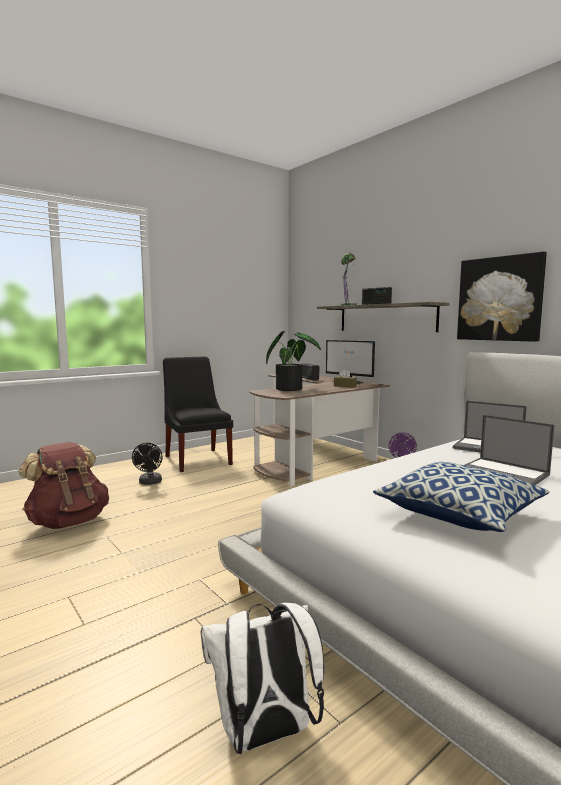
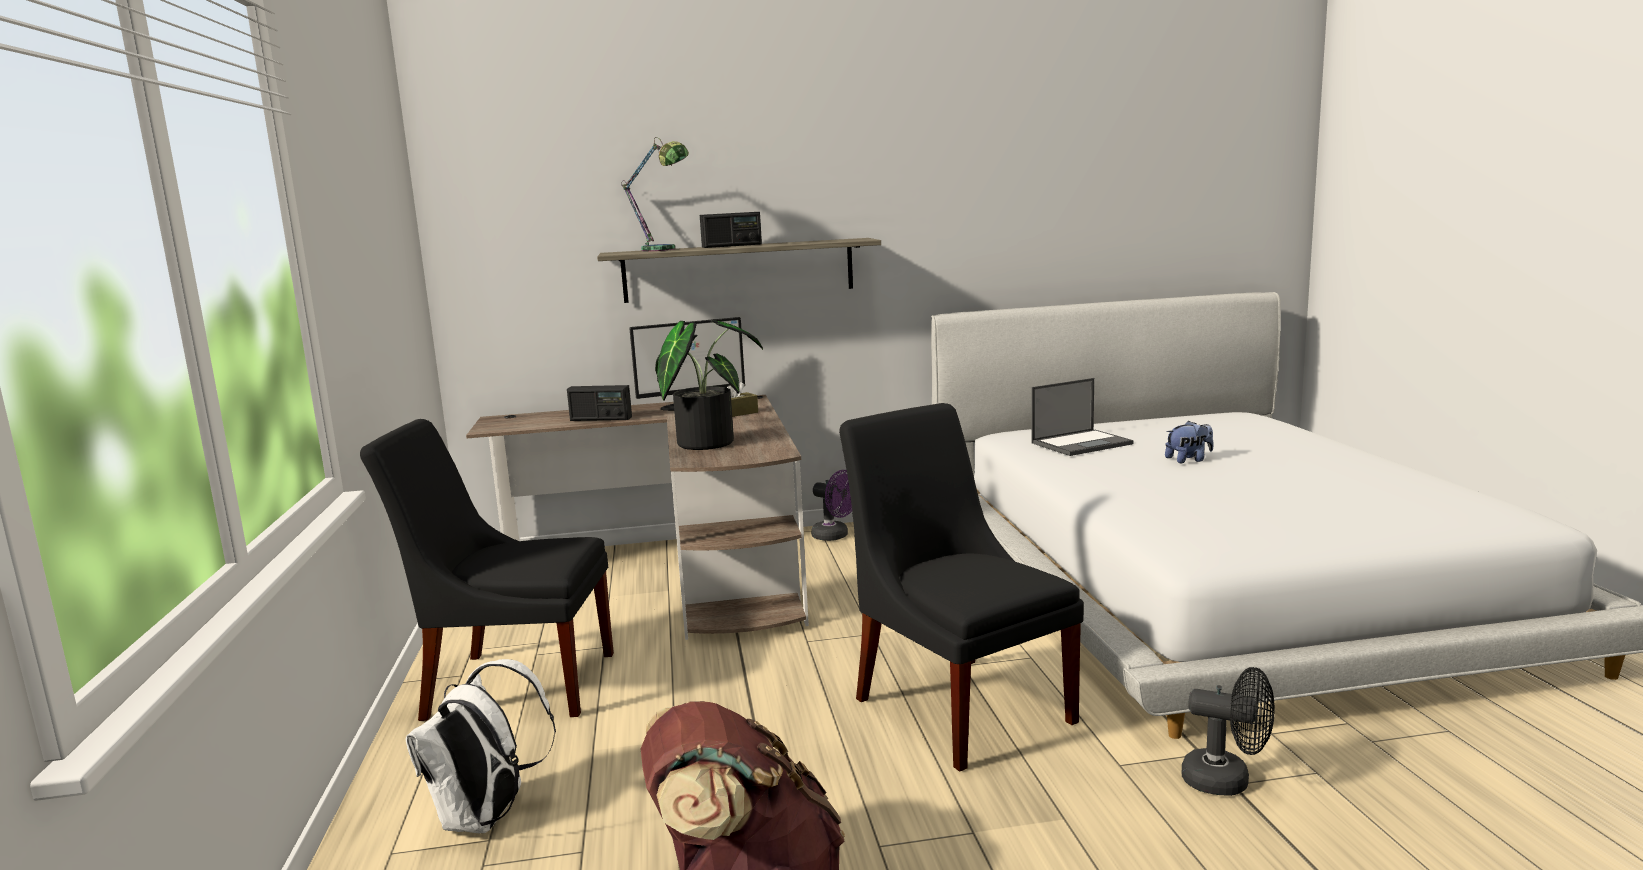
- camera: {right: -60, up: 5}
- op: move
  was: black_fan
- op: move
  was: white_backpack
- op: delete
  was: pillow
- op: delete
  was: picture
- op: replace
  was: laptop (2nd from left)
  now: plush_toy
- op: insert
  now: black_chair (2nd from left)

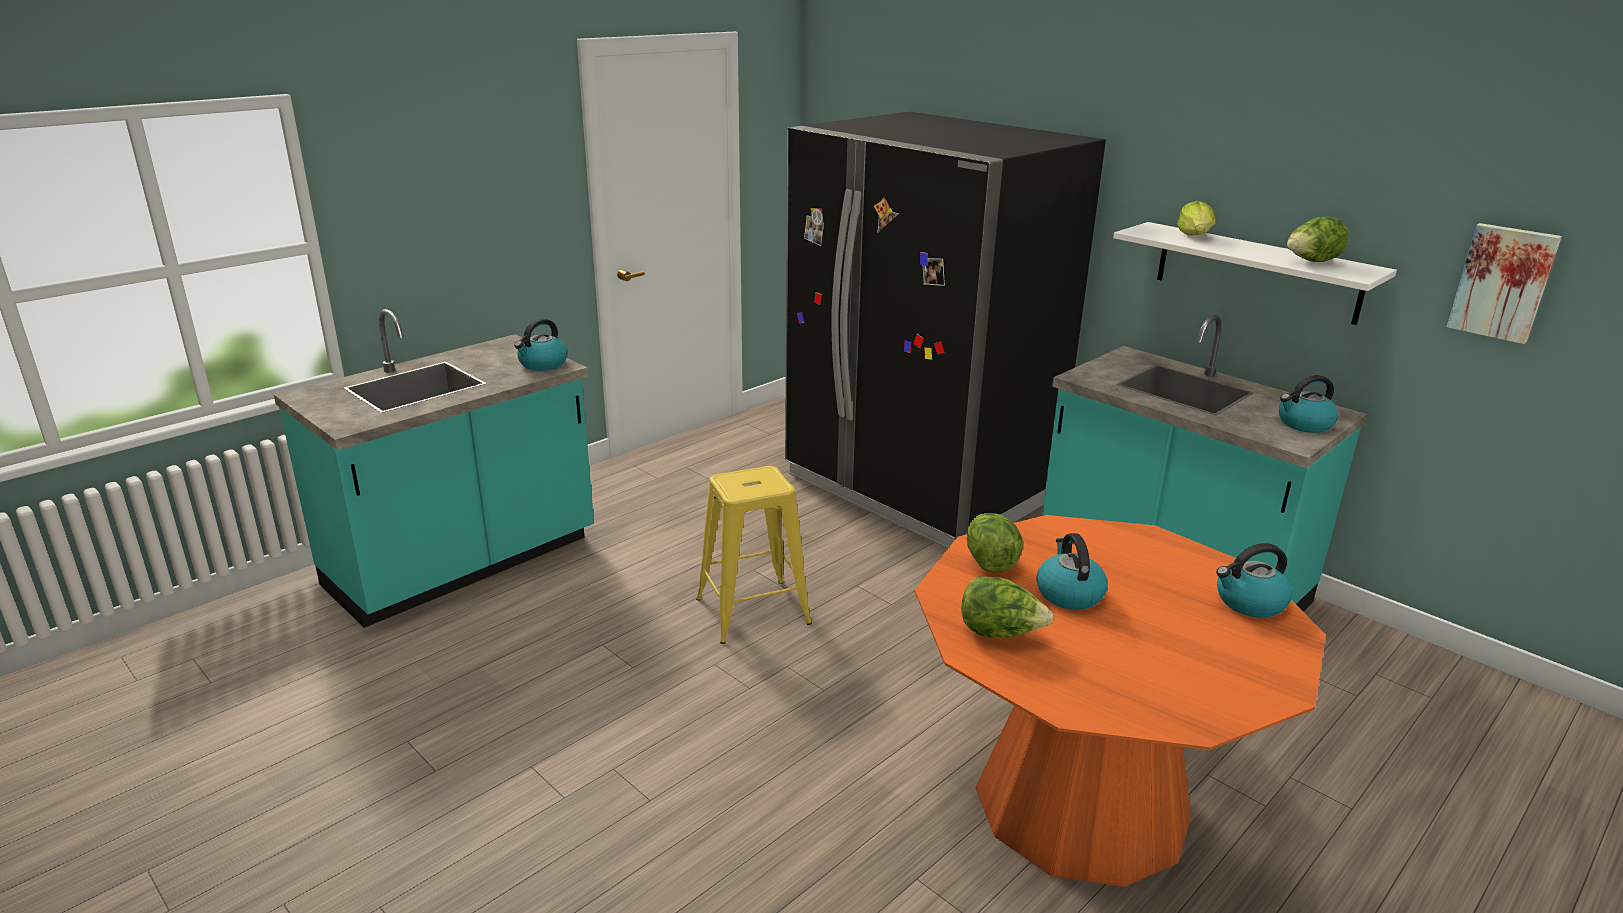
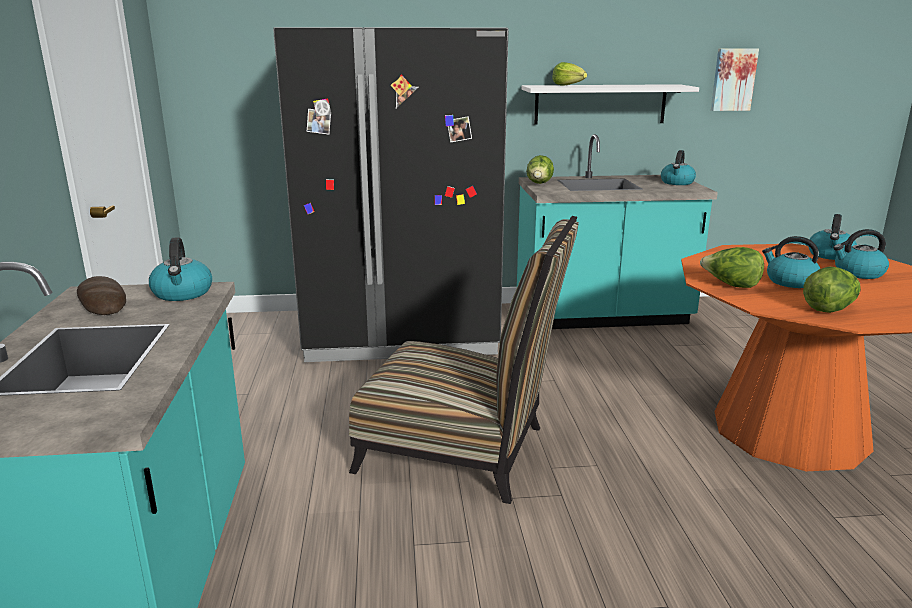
- camera: {right: -50, up: -5}
- op: replace
  was: yellow_stool
  now: chair
- op: move
  was: lettuce (4th from left in the first image)
  now: lettuce (1st from left)
- op: insert
  now: bread
- op: insert
  now: kettle (5th from left)

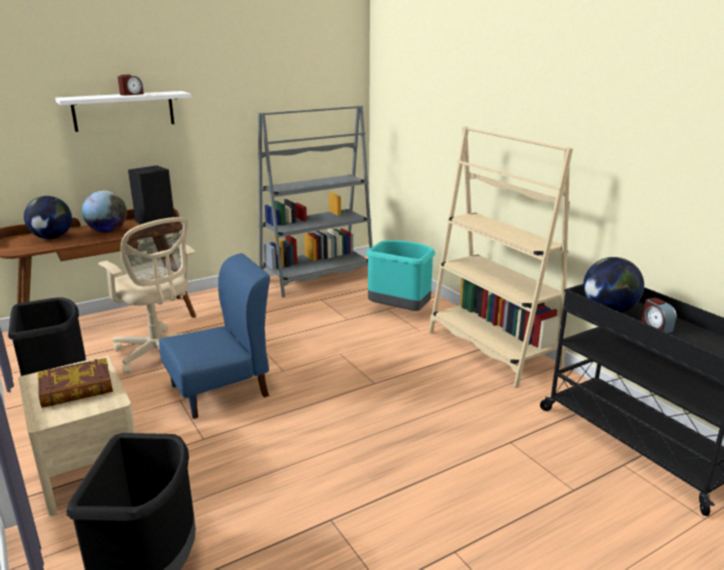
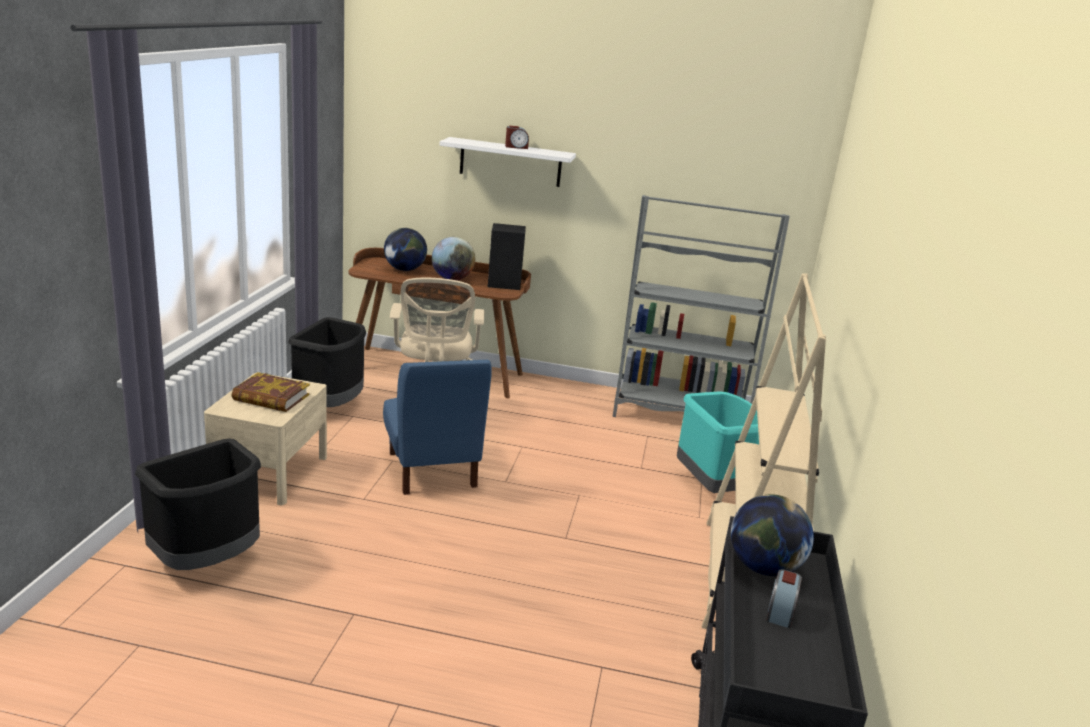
- camera: {right: 40, up: 0}
- op: rotate
  was: blue_chair
  clockwise: 60

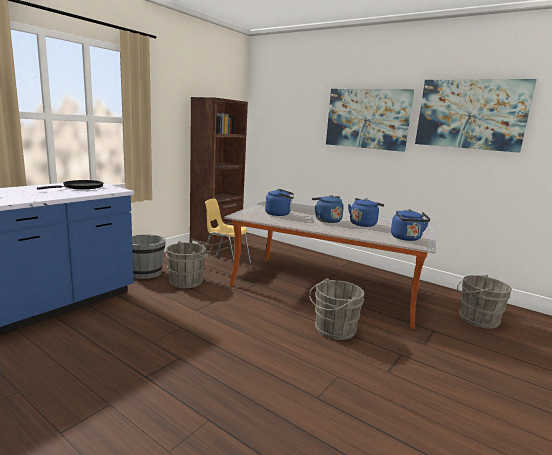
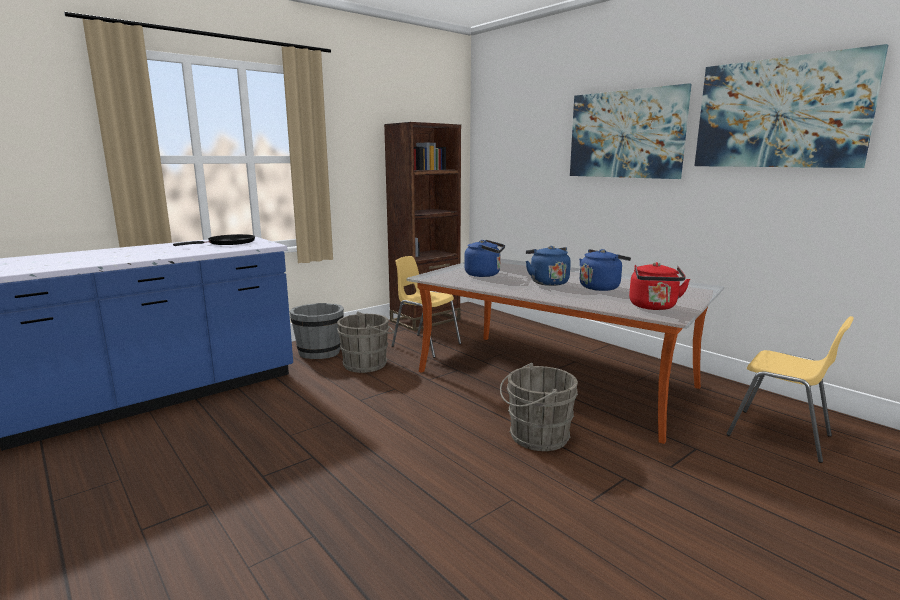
- camera: {right: 15, up: 0}
- op: recolor
  was: blue_kettle (4th from left)
  now: red_kettle
- op: replace
  was: grey_bucket (4th from left)
  now: yellow_chair (2nd from left)

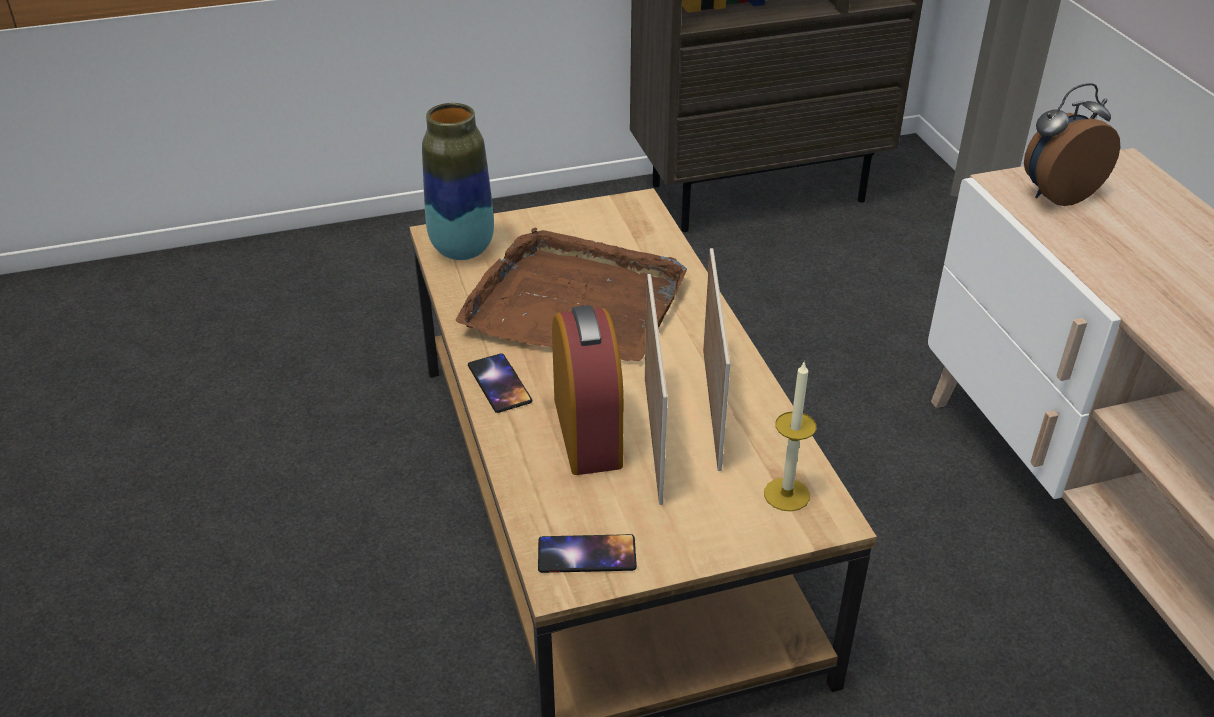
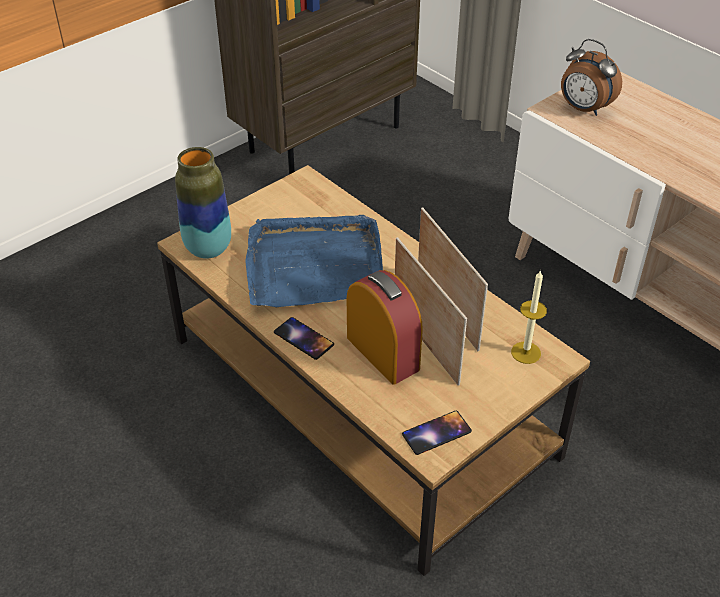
- camera: {right: -25, up: 5}
- op: recolor
  was: brown_tray
  now: blue_tray
- op: rotate
  was: alarm_clock (2nd from left)
  clockwise: -90

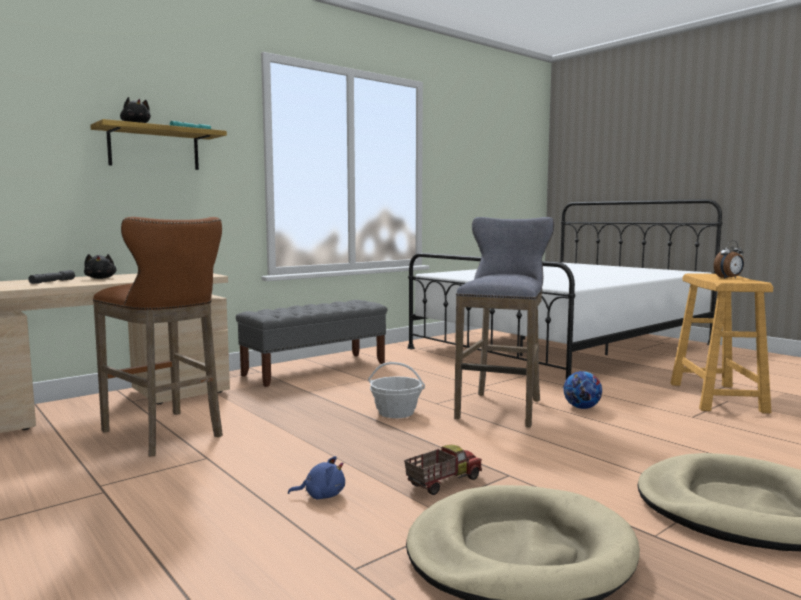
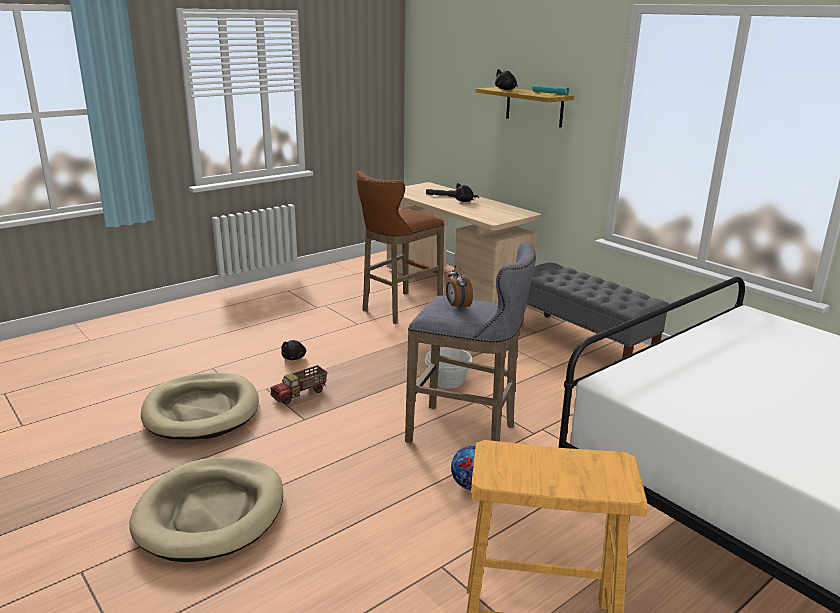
- camera: {right: 90, up: 15}
- op: recolor
  was: blue_plush_toy
  now: black_plush_toy (1st from left)
- op: rotate
  was: toy_truck
  clockwise: 90
- op: move
  was: alarm_clock

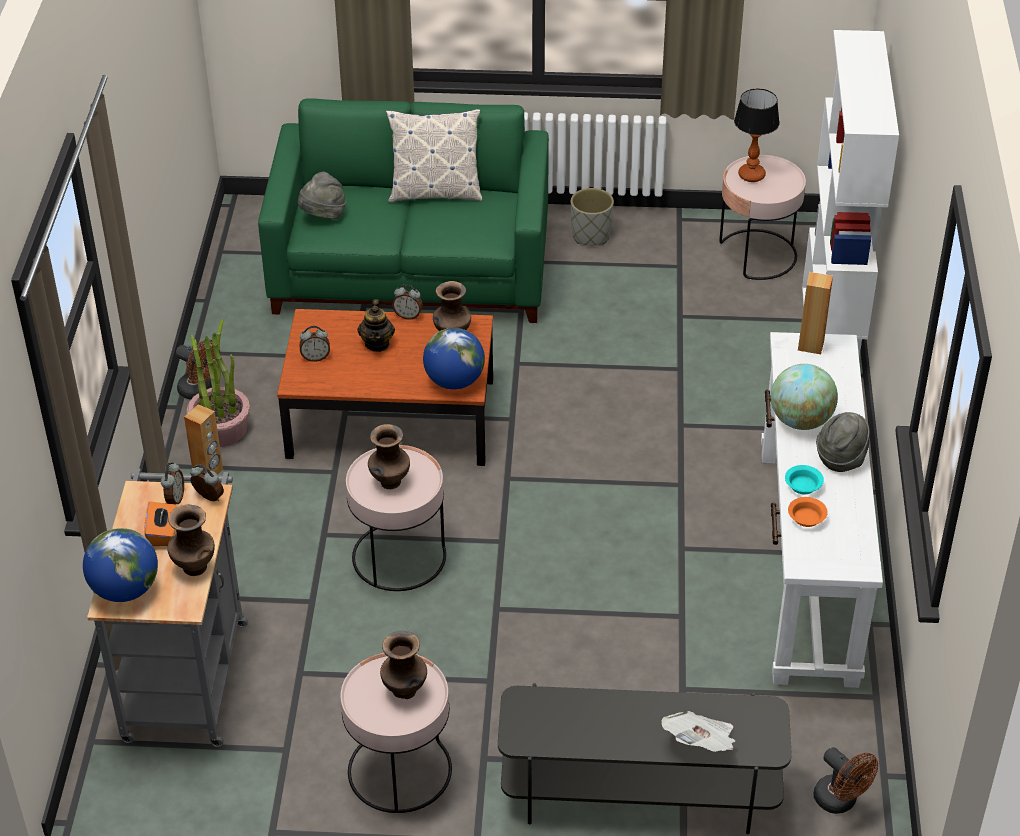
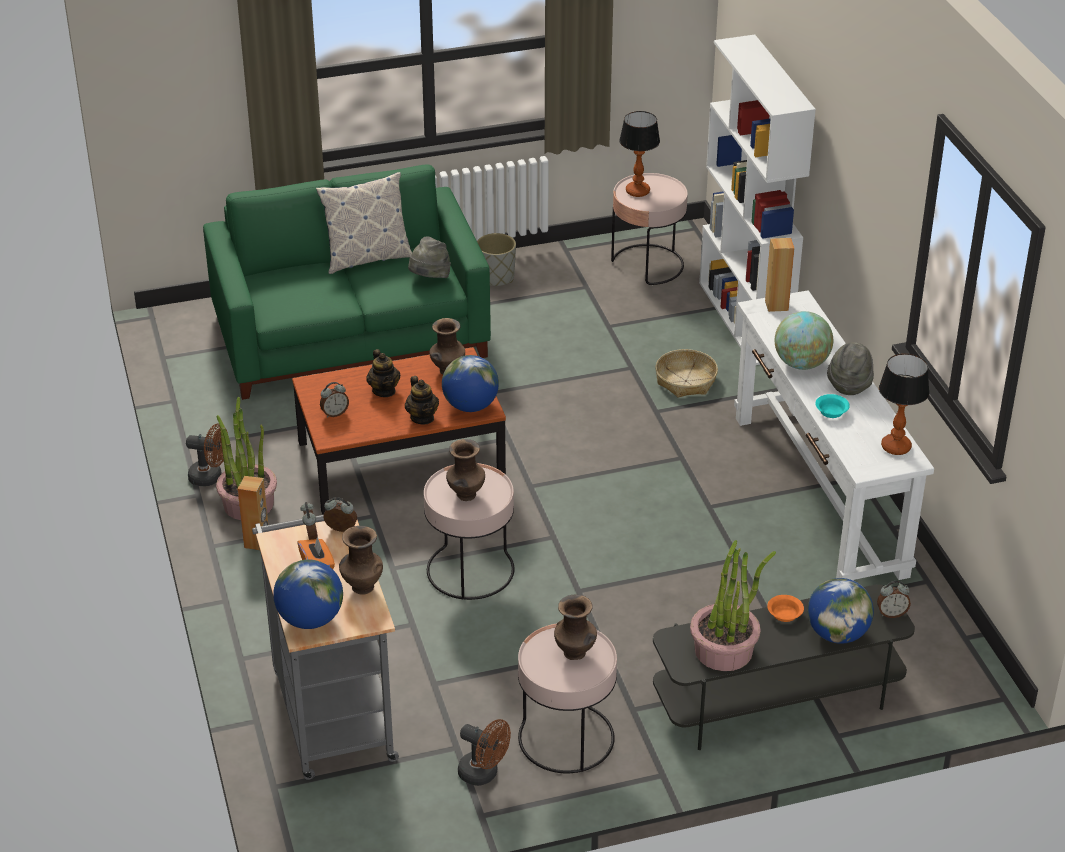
- camera: {right: -20, up: -5}
- op: move
  was: grey_hat (1st from left)
- op: move
  was: alarm_clock (4th from left)
- op: replace
  was: newspaper
  now: globe (4th from left)
- op: move
  was: orange_bowl
- op: move
  was: brown_fan (2nd from left)
- op: insert
  now: teapot (2nd from left)
- op: insert
  now: basket
- op: insert
  now: potted_plant (2nd from left)
- op: insert
  now: table_lamp (2nd from left)

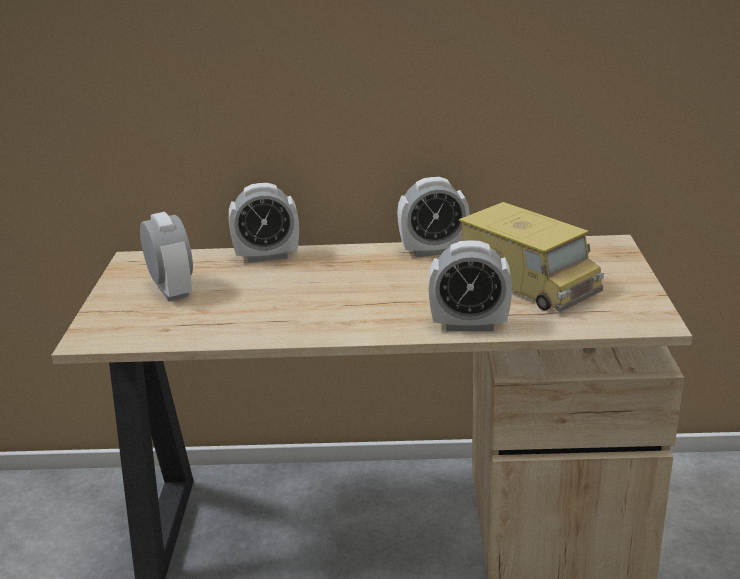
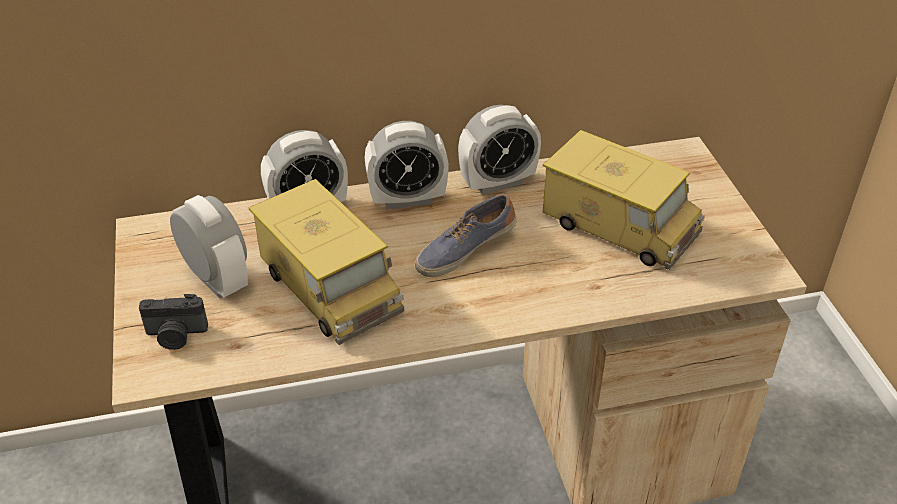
- camera: {right: -15, up: 15}
- op: move
  was: alarm_clock (4th from left in the first image)
  now: alarm_clock (3rd from left)
- op: insert
  now: photo_camera
- op: insert
  now: toy_truck (1st from left)
- op: insert
  now: shoe

